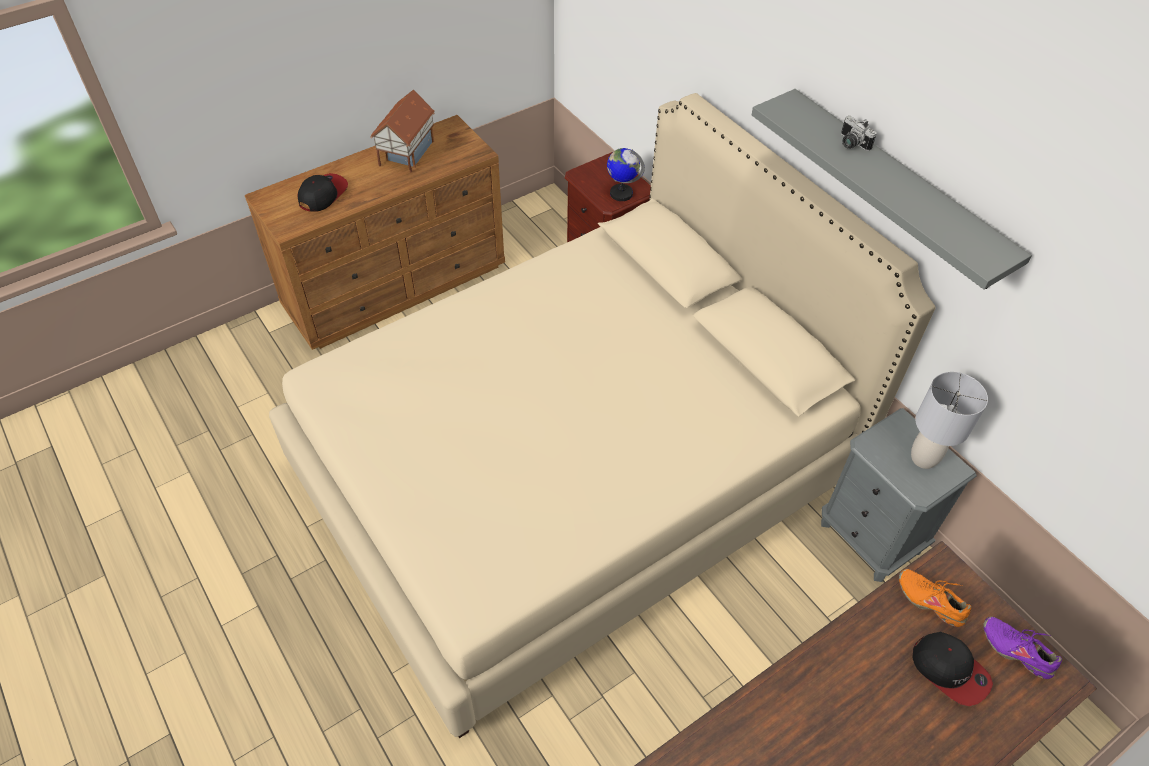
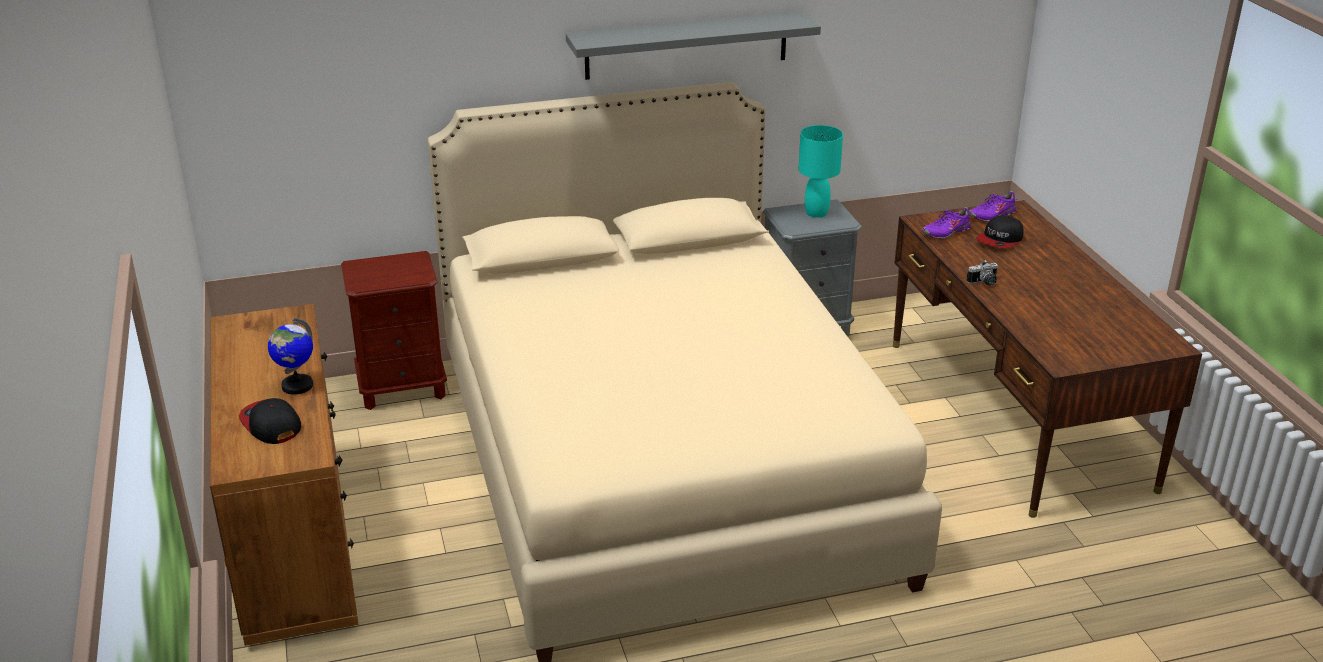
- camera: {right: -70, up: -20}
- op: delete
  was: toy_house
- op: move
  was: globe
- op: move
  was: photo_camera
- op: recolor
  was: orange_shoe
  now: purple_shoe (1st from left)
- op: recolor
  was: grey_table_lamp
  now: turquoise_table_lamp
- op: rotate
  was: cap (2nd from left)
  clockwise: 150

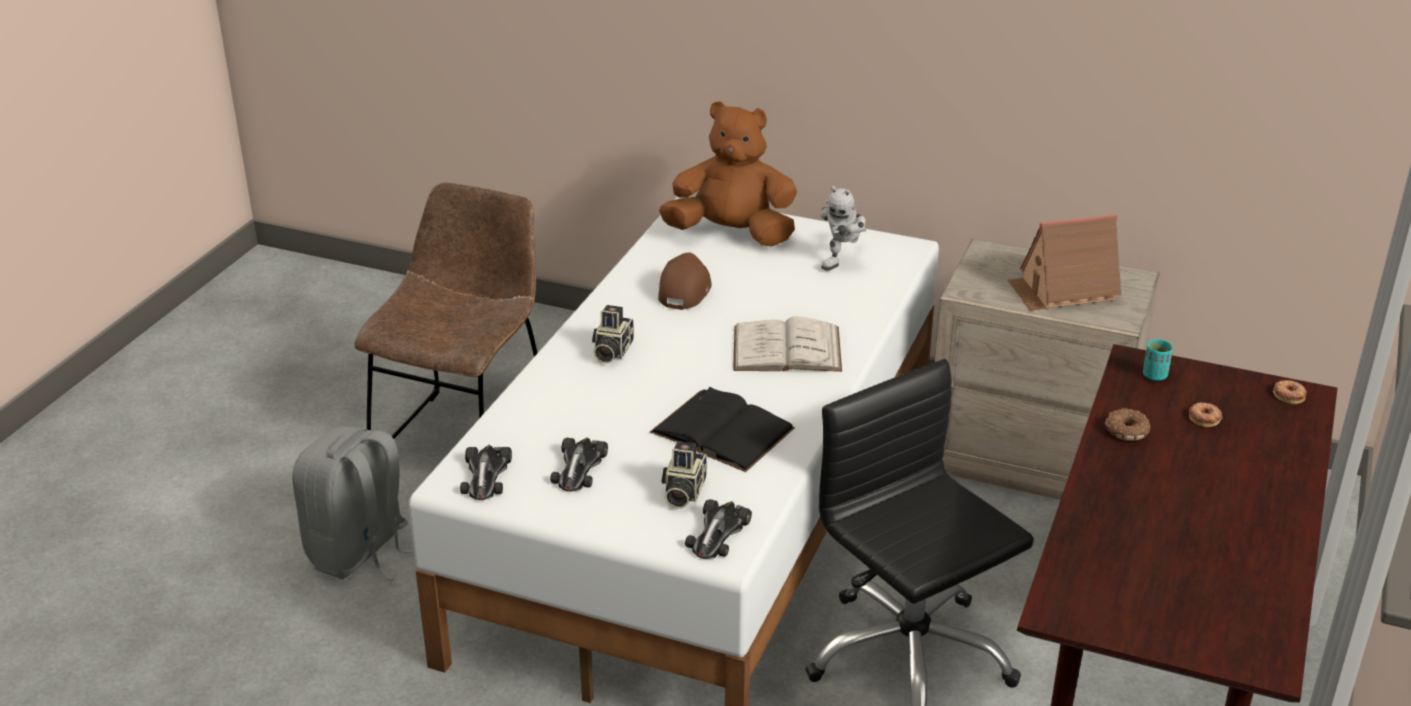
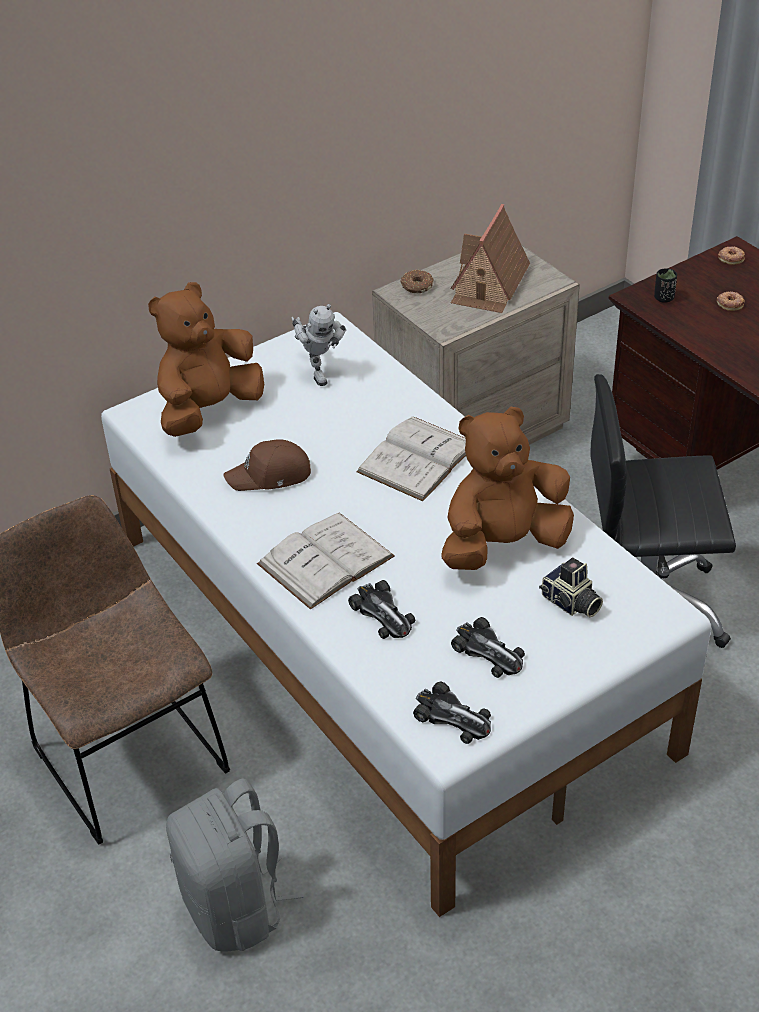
- camera: {right: -55, up: 10}
- op: replace
  was: photo_camera (1st from left)
  now: white_book (1st from left)
- op: replace
  was: black_book
  now: brown_plush_toy (2nd from left)
- op: rotate
  was: brown_cap
  clockwise: -60
- op: move
  was: toy_car (3rd from left in the first image)
  now: toy_car (1st from left)
- op: move
  was: donut (1st from left)
- op: recolor
  was: turquoise_cup
  now: black_cup

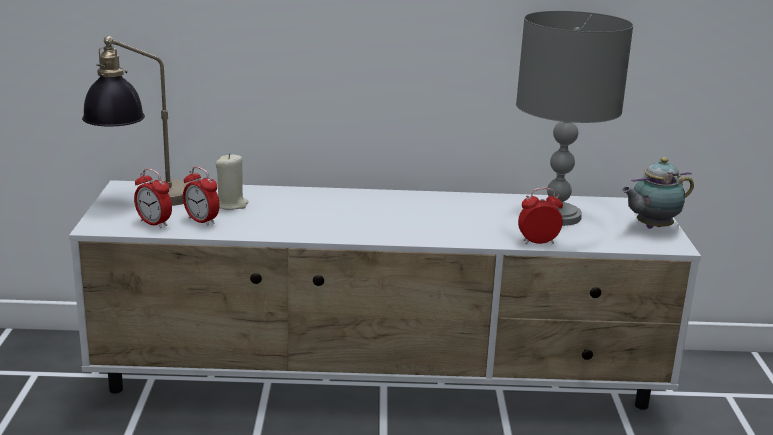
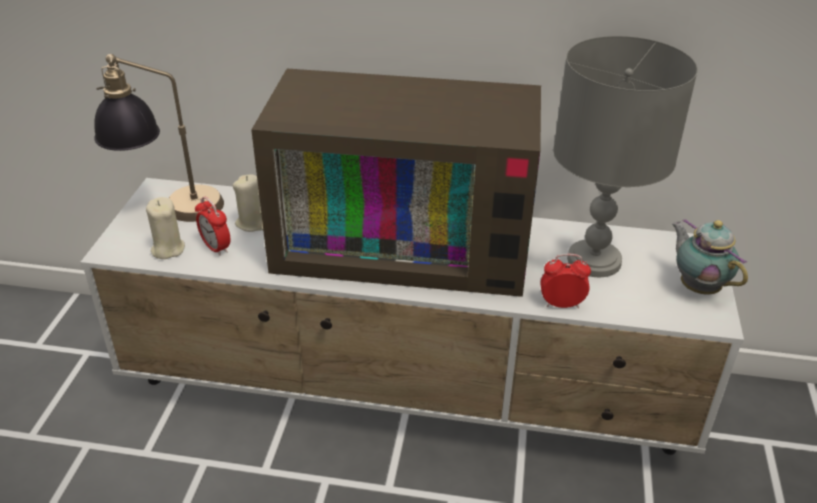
- camera: {right: 10, up: 15}
- op: replace
  was: alarm_clock (1st from left)
  now: beige_candle (1st from left)
- op: rotate
  was: teapot
  clockwise: 75
- op: insert
  now: television

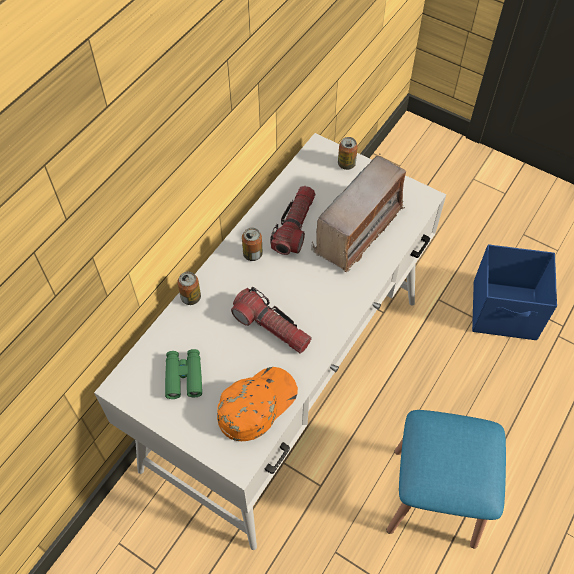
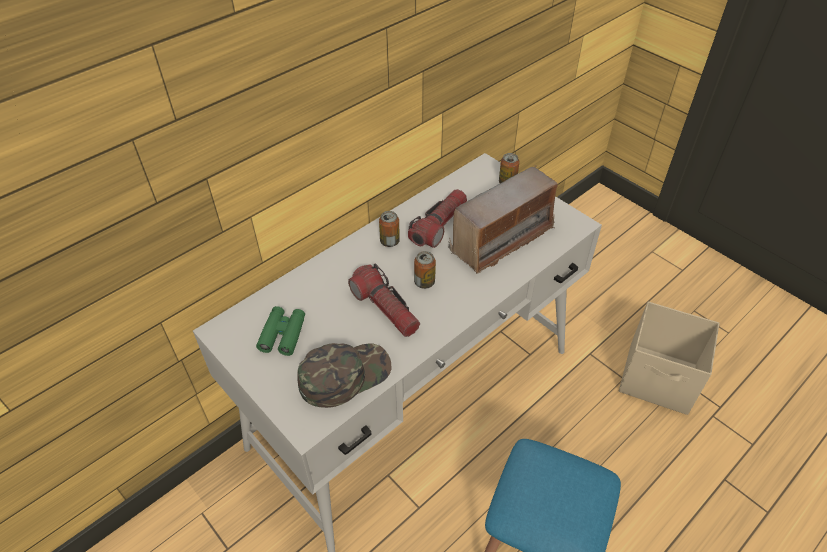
- camera: {right: 15, up: -10}
- op: move
  was: can (1st from left in the first image)
  now: can (2nd from left)
- op: recolor
  was: orange_cap
  now: green_cap
- op: recolor
  was: blue_storage_box
  now: beige_storage_box

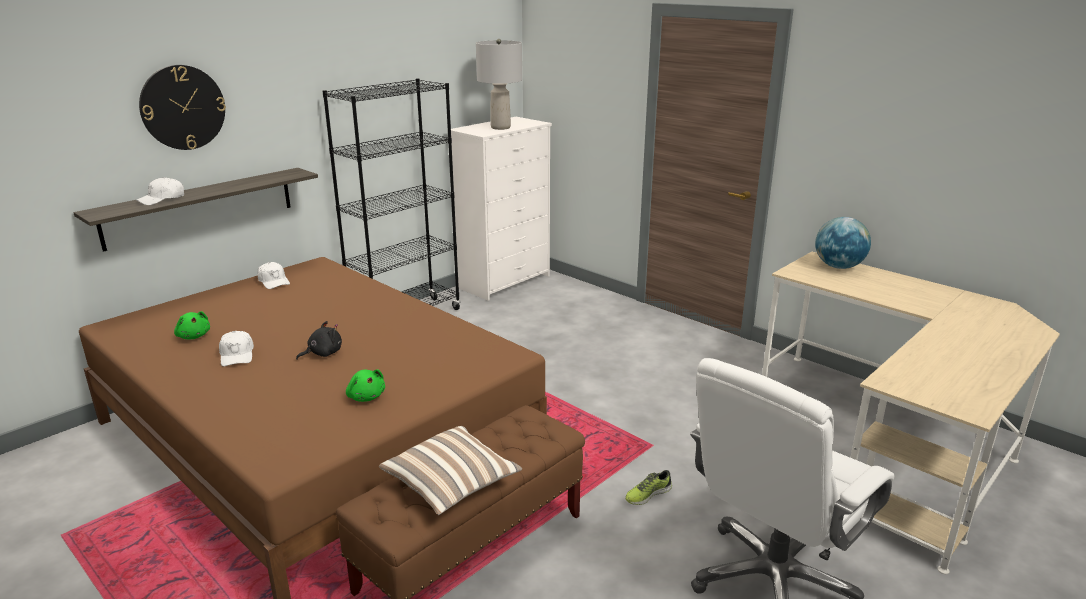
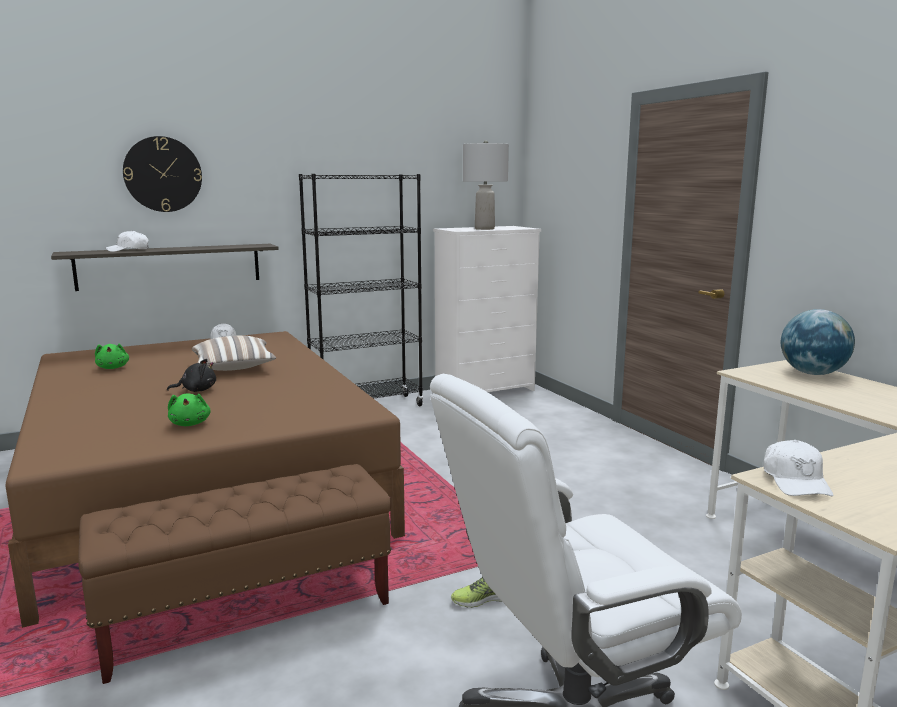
- camera: {right: 20, up: -10}
- op: move
  was: white_cap (2nd from left in the first image)
  now: white_cap (3rd from left)
- op: move
  was: pillow

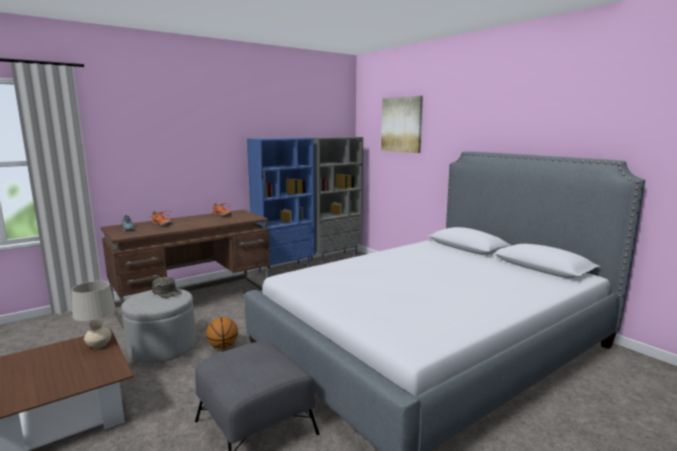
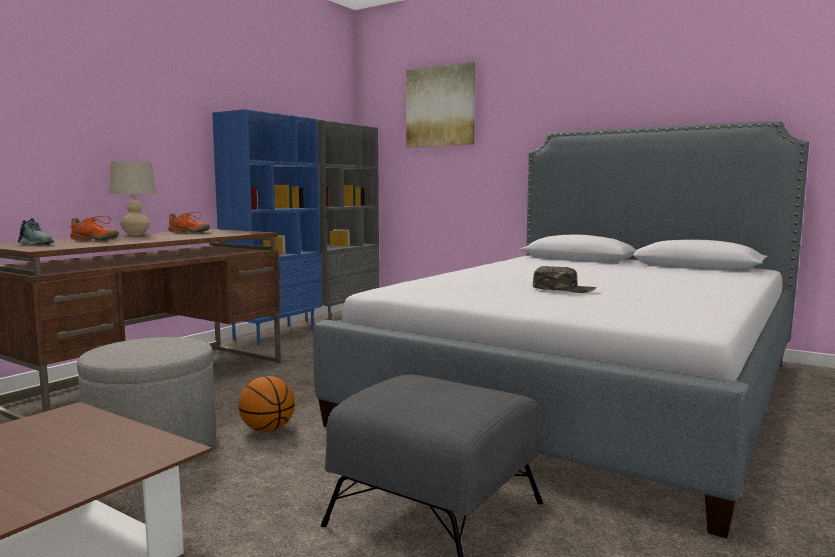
- camera: {right: -20, up: -5}
- op: move
  was: beige_table_lamp
- op: move
  was: green_cap

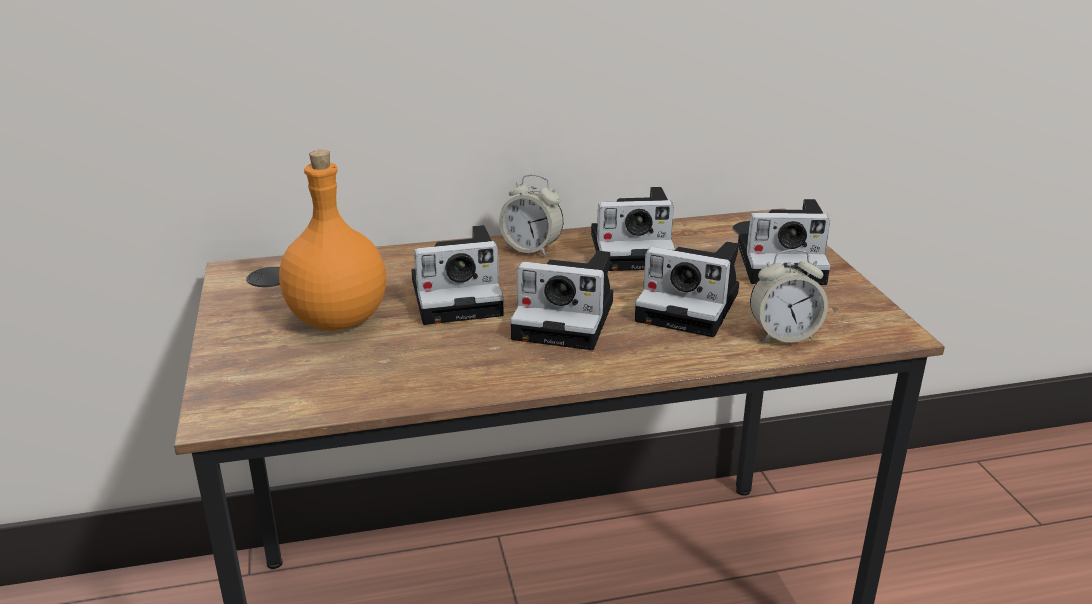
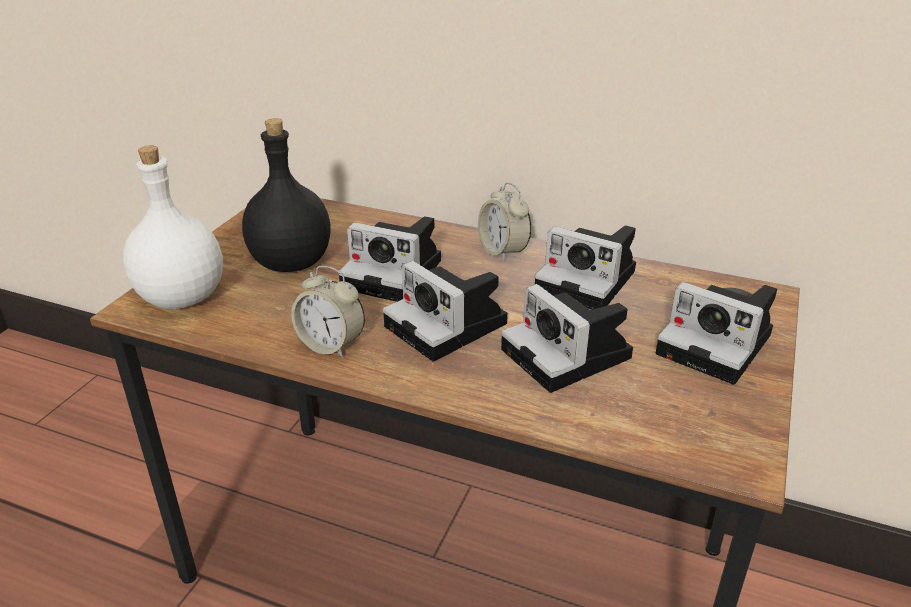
- camera: {right: 35, up: 5}
- op: recolor
  was: orange_bottle
  now: black_bottle
- op: move
  was: alarm_clock (2nd from left in the first image)
  now: alarm_clock (1st from left)
- op: insert
  now: white_bottle

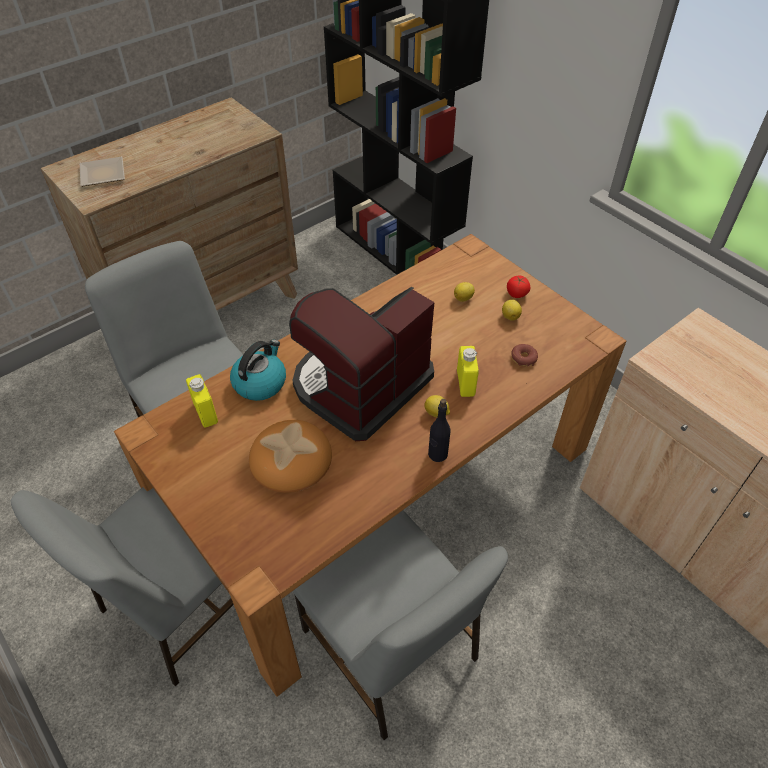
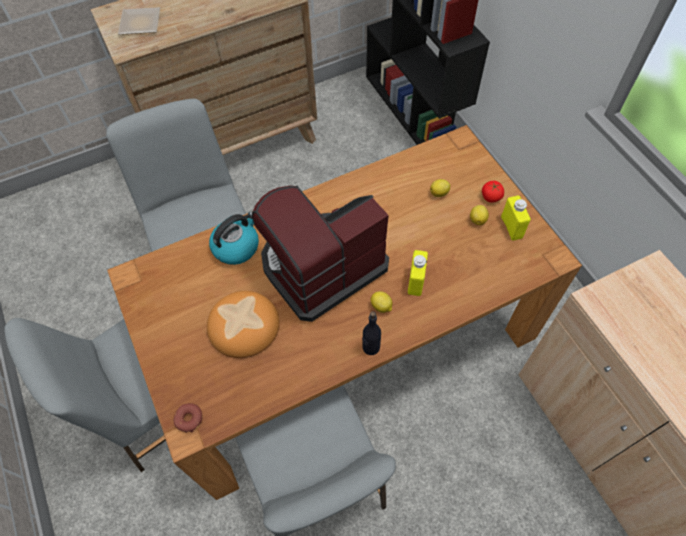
- camera: {right: 15, up: 10}
- op: move
  was: yellow_bottle (1st from left in the first image)
  now: yellow_bottle (2nd from left)
- op: move
  was: donut

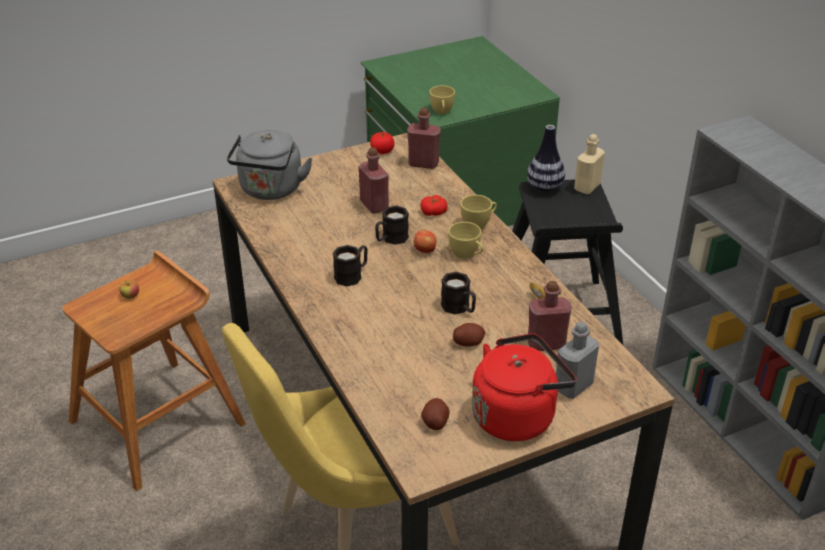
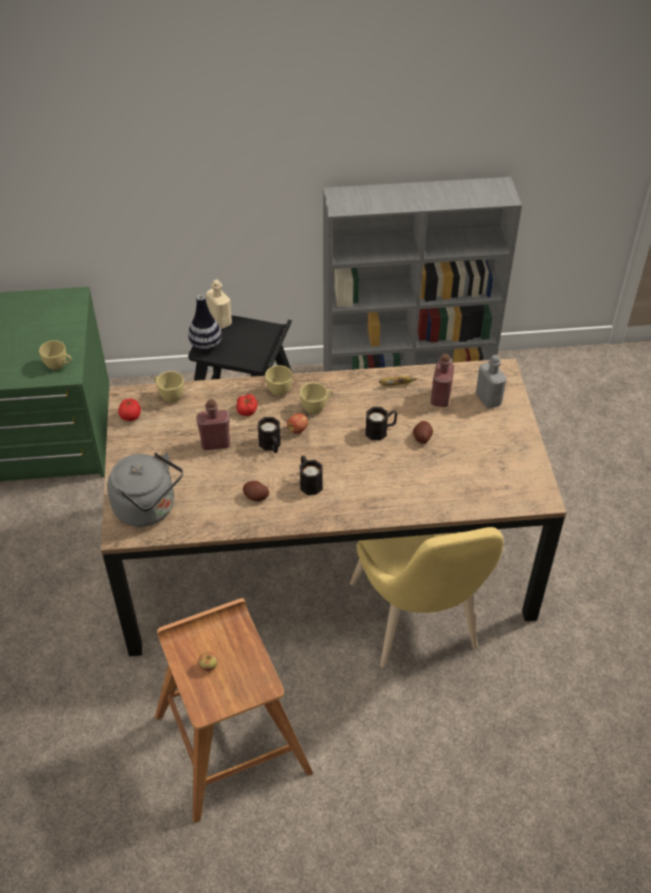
- camera: {right: -70, up: 10}
- op: replace
  was: red_bottle (2nd from left)
  now: yellow_cup (2nd from left)
- op: move
  was: potato (1st from left)
- op: delete
  was: red_kettle

